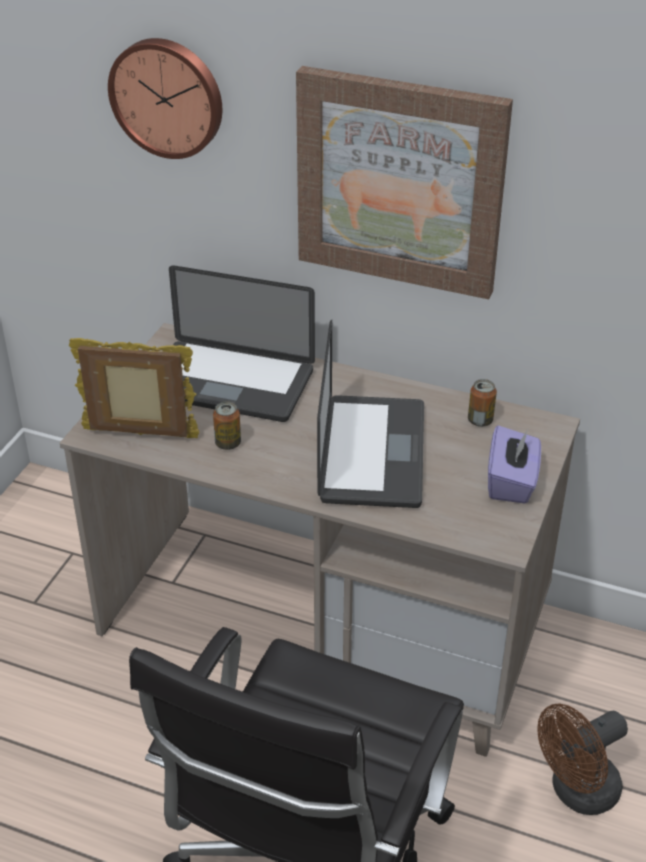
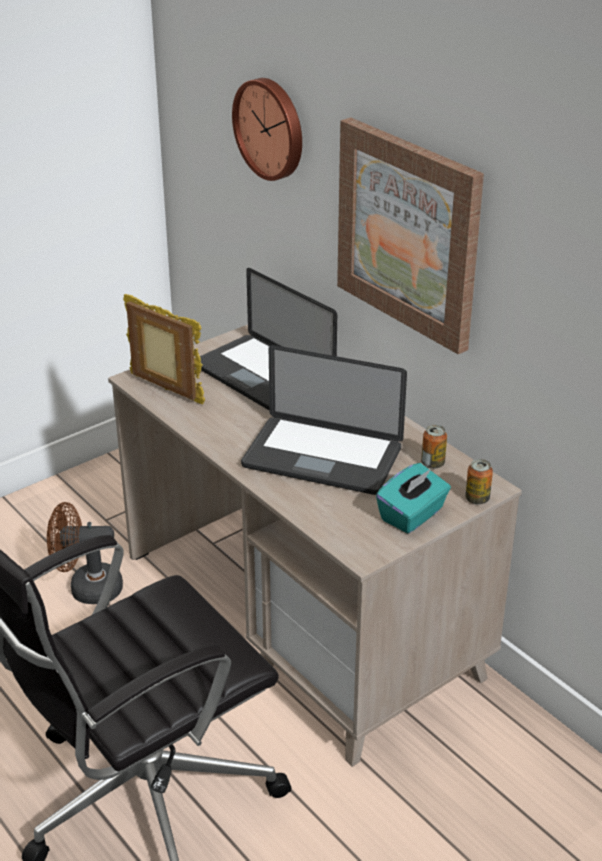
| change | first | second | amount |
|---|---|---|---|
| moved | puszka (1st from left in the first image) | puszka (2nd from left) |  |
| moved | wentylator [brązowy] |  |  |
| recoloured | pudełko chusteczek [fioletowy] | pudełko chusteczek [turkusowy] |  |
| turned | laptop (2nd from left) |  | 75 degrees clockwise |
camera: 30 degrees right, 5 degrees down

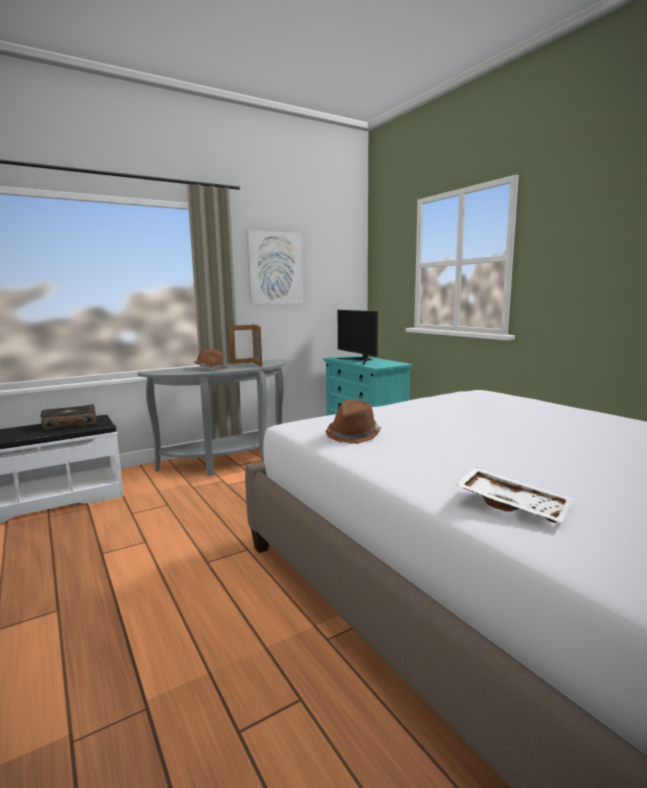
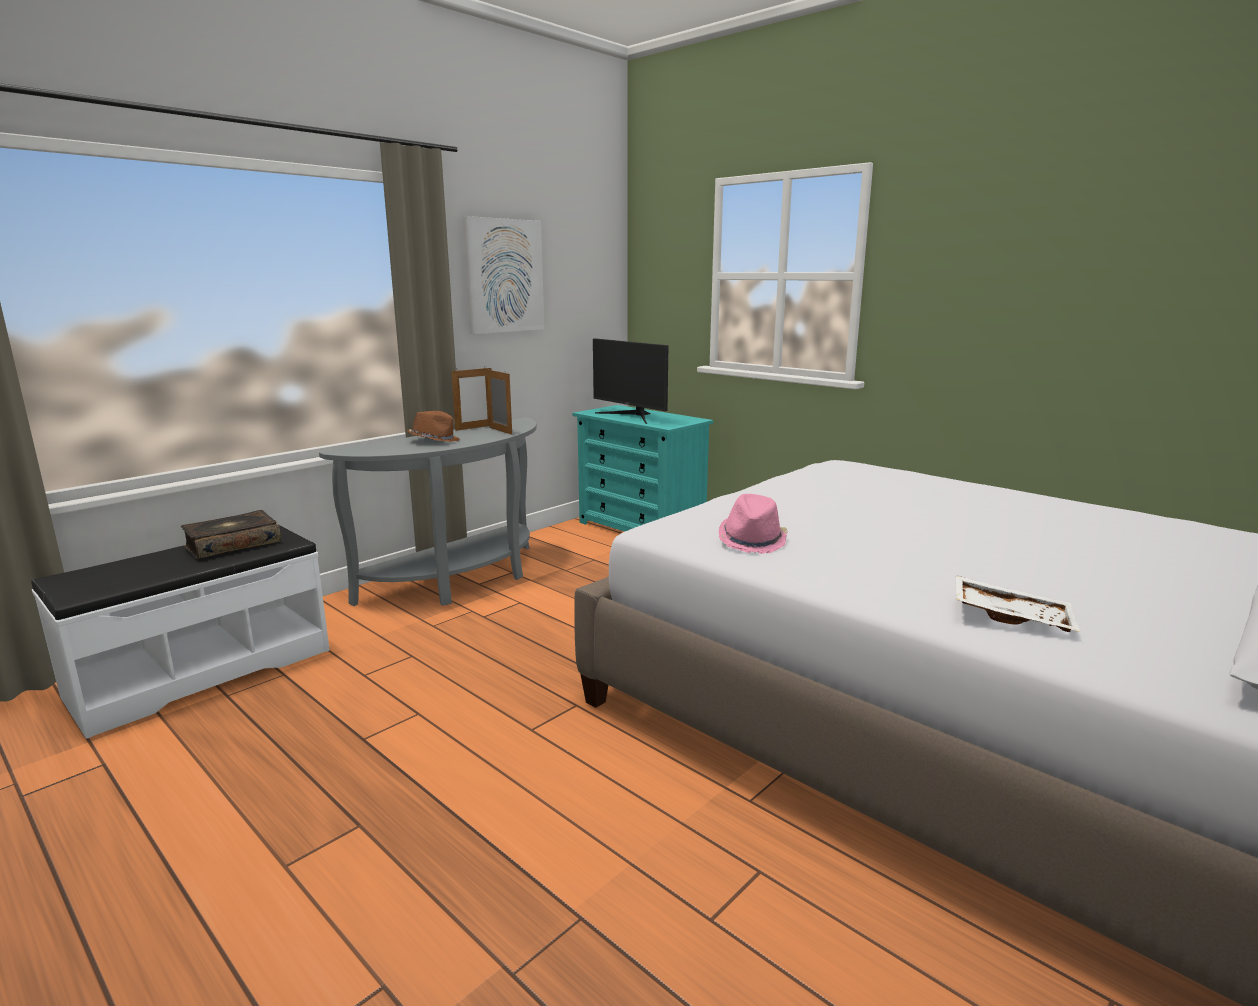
| change | first | second | amount |
|---|---|---|---|
| recoloured | kapelusz [brązowy] (2nd from left) | kapelusz [różowy] |  |
camera: 15 degrees left, 5 degrees up

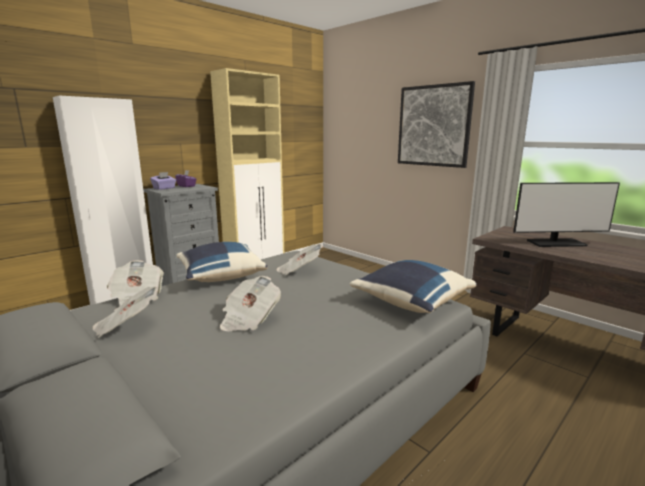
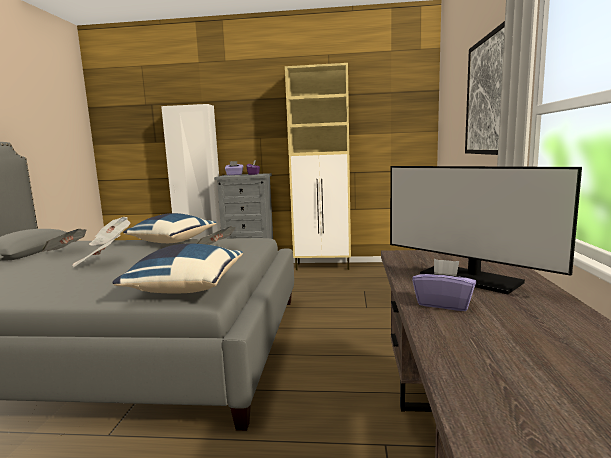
| change | first | second | amount |
|---|---|---|---|
| added |  | pudełko chusteczek [fioletowy] (3rd from left) |  |
camera: 50 degrees right, 5 degrees down

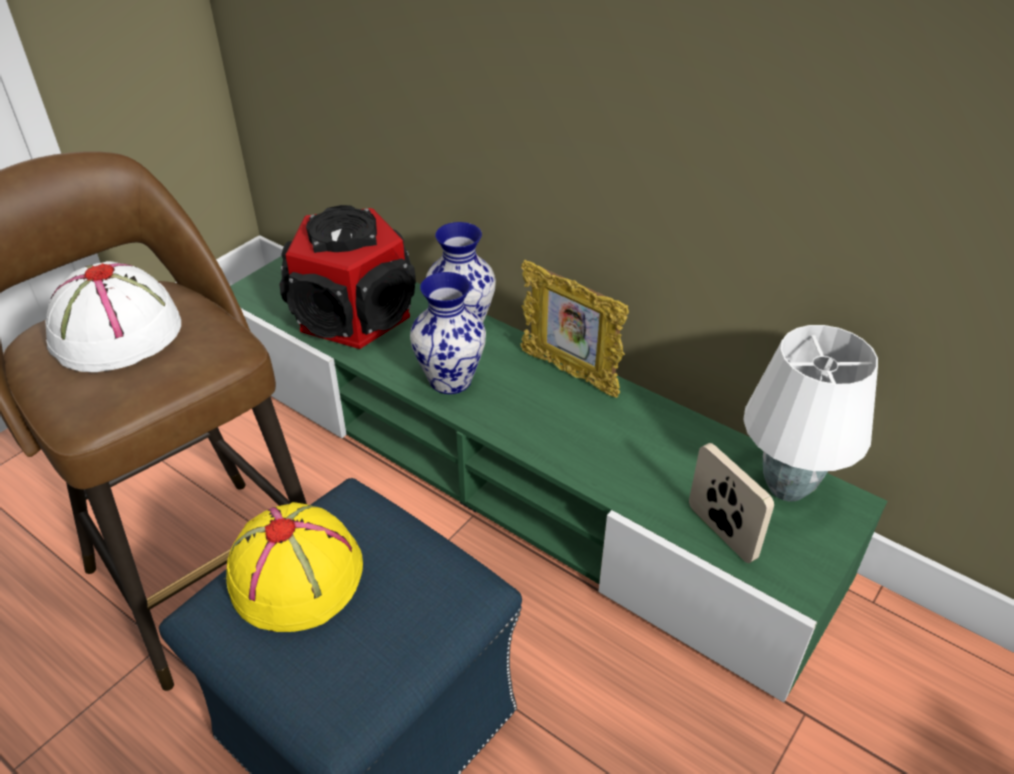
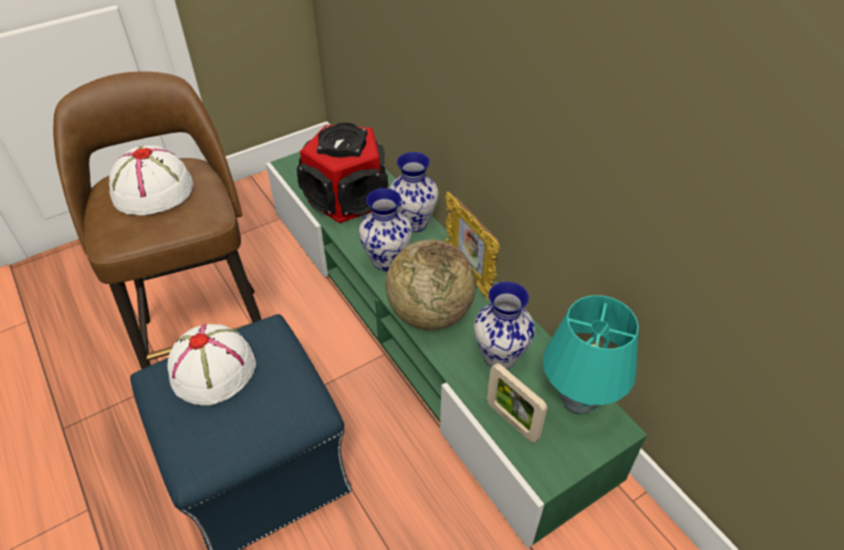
| change | first | second | amount |
|---|---|---|---|
| added |  | globus |  |
| added |  | wazon (3rd from left) |  |
| recoloured | kapelusz [żółty] | kapelusz [biały] (2nd from left) |  |
| recoloured | lampa stołowa [biały] | lampa stołowa [turkusowy] |  |
| turned | ramka na zdjęcie (2nd from left) |  | 150 degrees clockwise |
camera: 20 degrees right, 5 degrees up

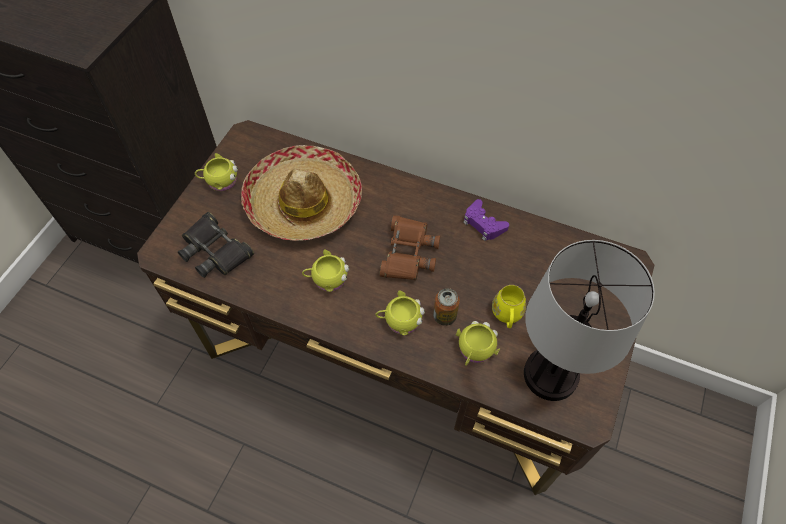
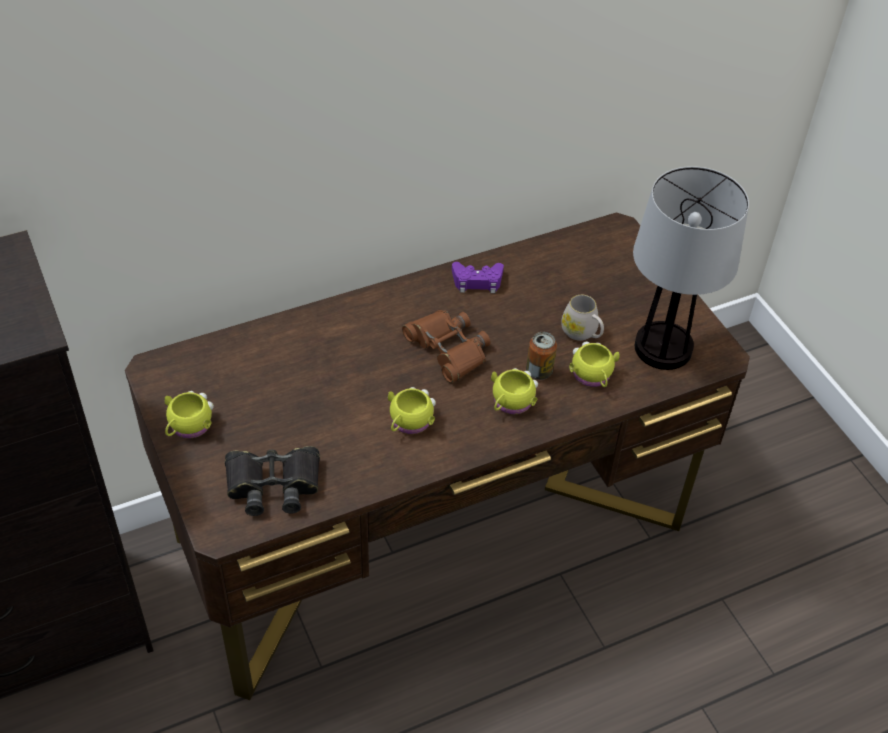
| change | first | second | amount |
|---|---|---|---|
| removed | kapelusz |  |  |
| recoloured | kubek [żółty] (5th from left) | kubek [biały] |  |
camera: 50 degrees left, 10 degrees down

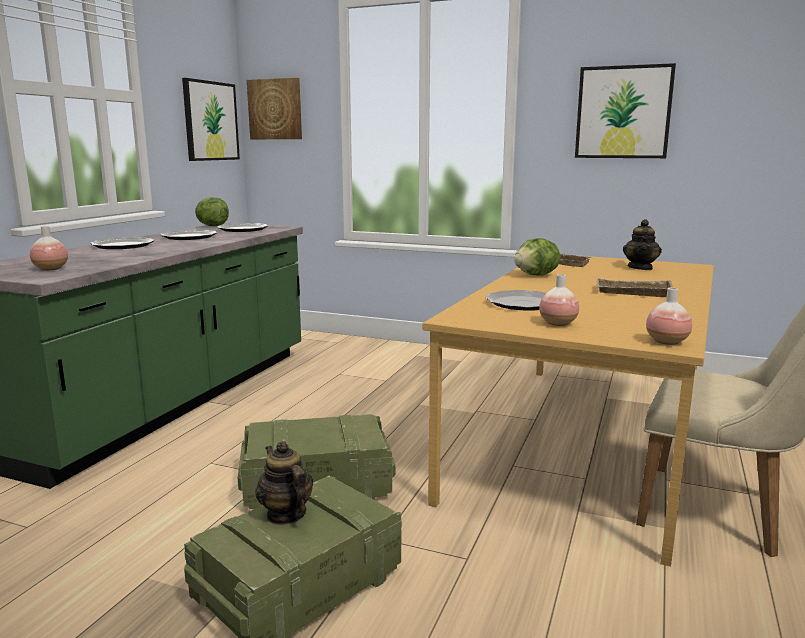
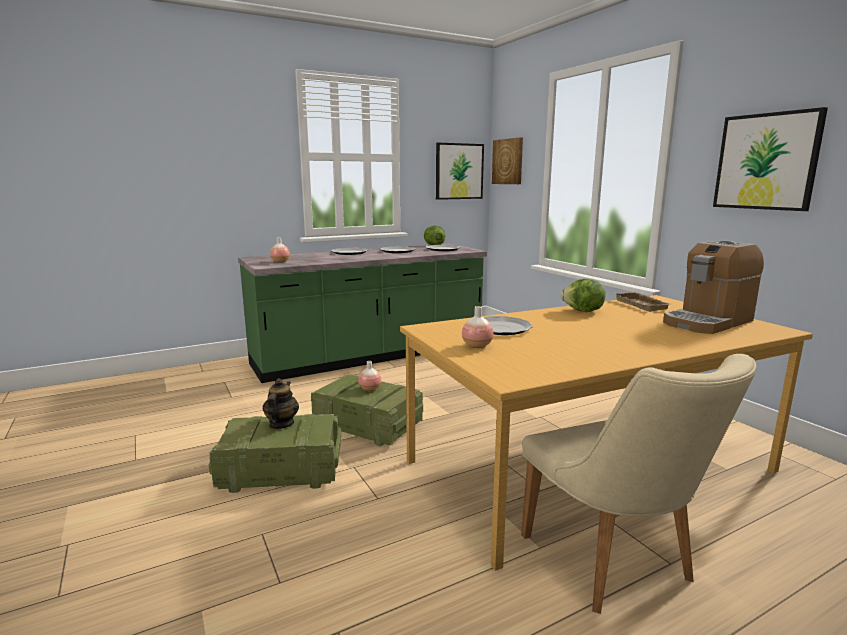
| change | first | second | amount |
|---|---|---|---|
| removed | taca [beżowy] (2nd from left) |  |  |
| moved | wazon (3rd from left in the first image) | wazon (2nd from left) |  |
| replaced | imbryk (2nd from left) | ekspres do kawy |  |
camera: 40 degrees right, 0 degrees up

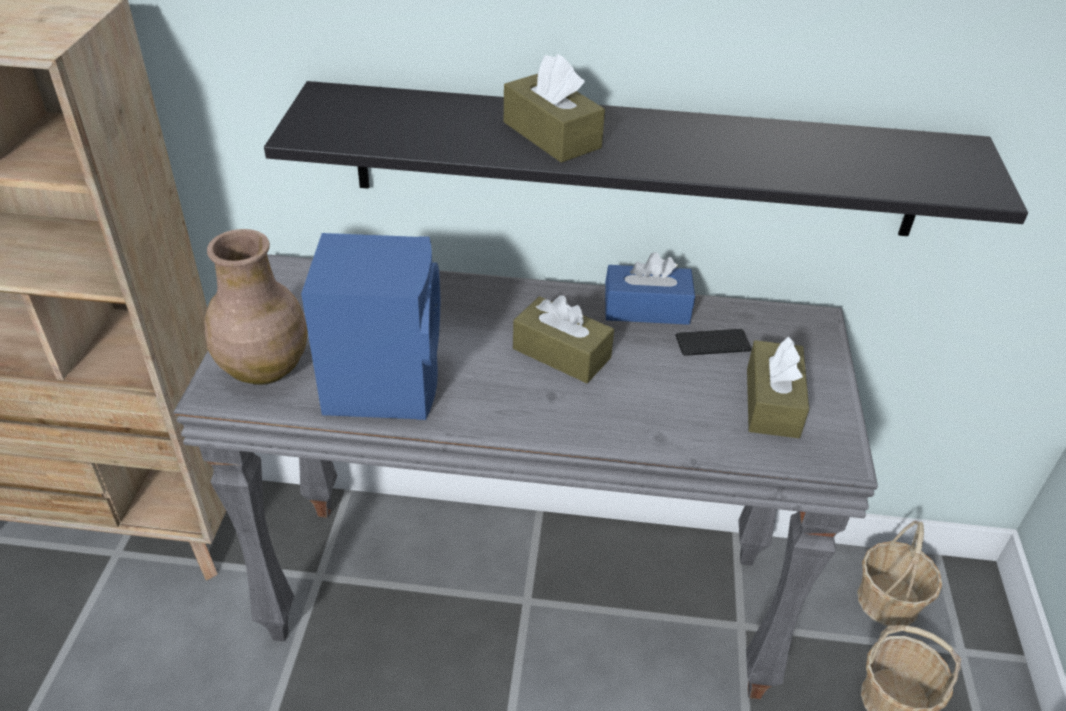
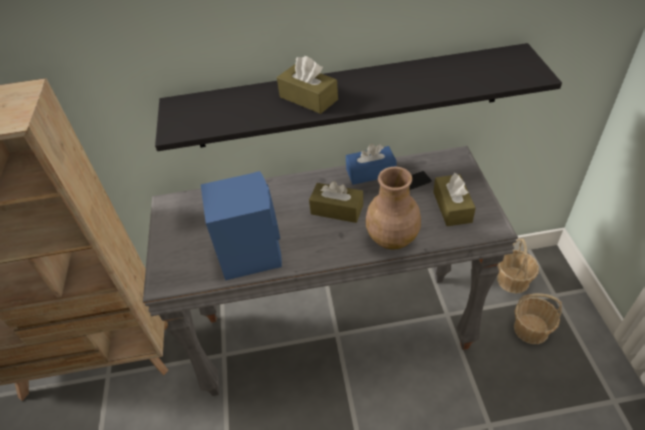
| change | first | second | amount |
|---|---|---|---|
| moved | wazon [brązowy] |  |  |
camera: 10 degrees left, 5 degrees up

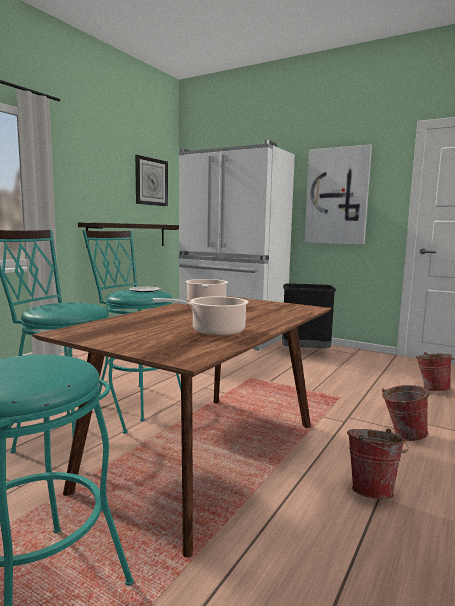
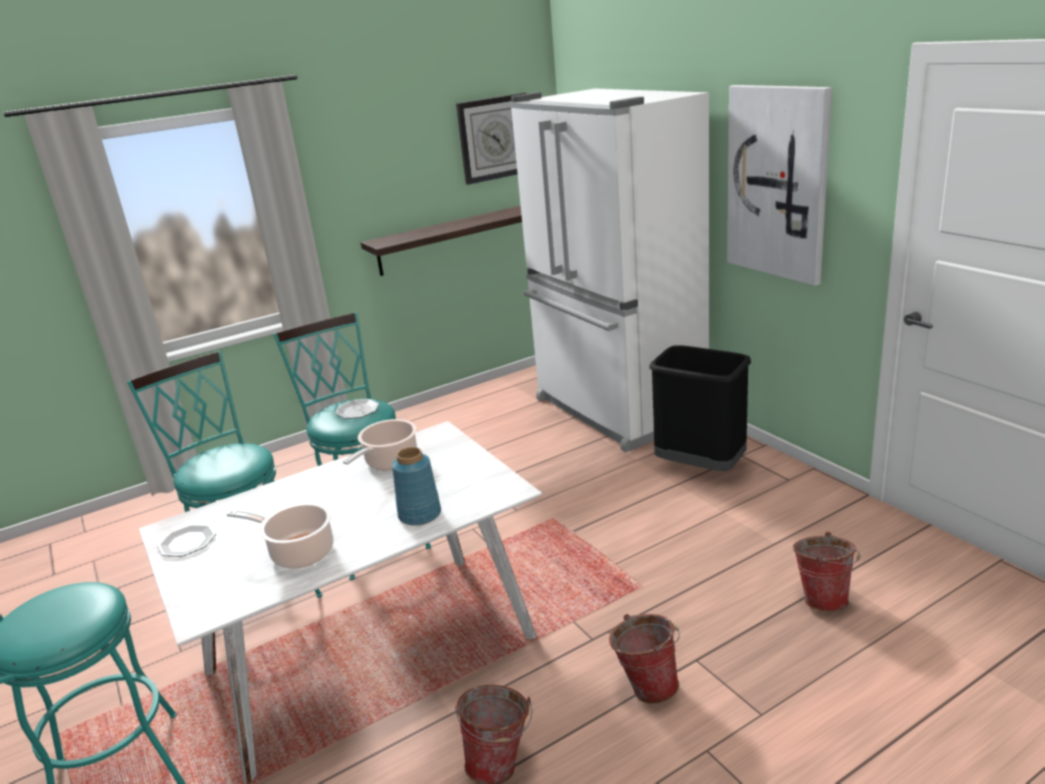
| change | first | second | amount |
|---|---|---|---|
| added |  | talerz (1st from left) |  |
| added |  | wazon [niebieski] |  |
| recoloured | stół jadalny [brązowy] | stół jadalny [biały] |  |
camera: 30 degrees right, 15 degrees up

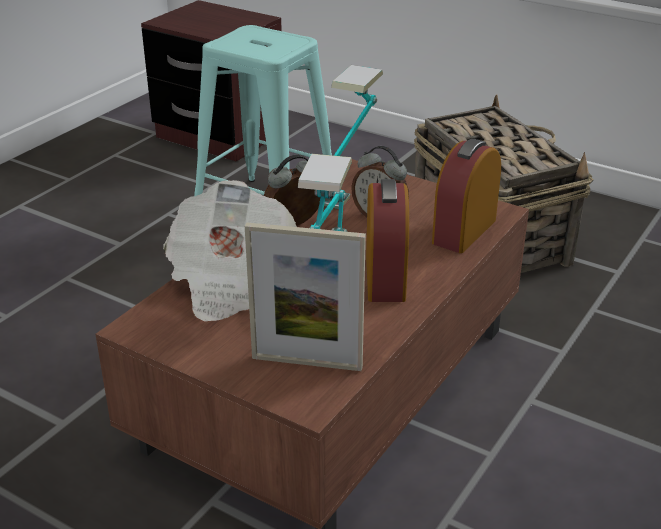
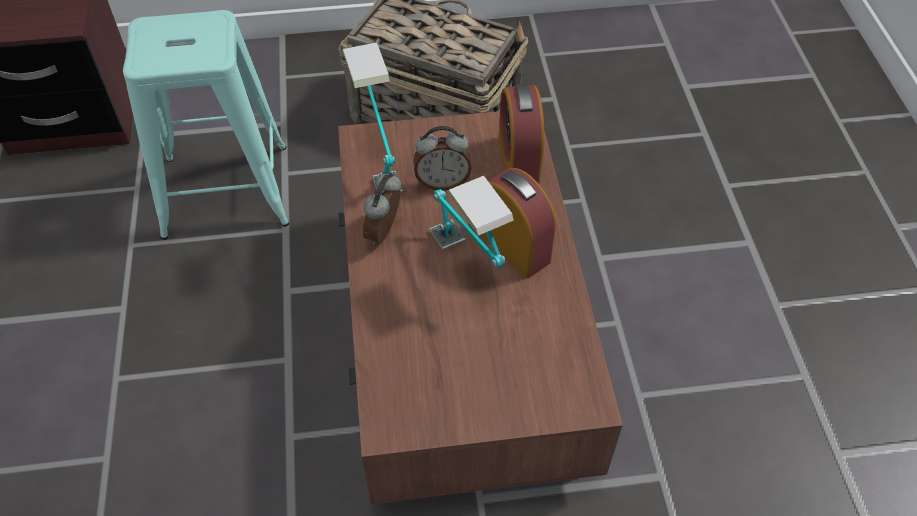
| change | first | second | amount |
|---|---|---|---|
| removed | gazeta |  |  |
| removed | ramka na zdjęcie |  |  |
camera: 40 degrees left, 20 degrees up

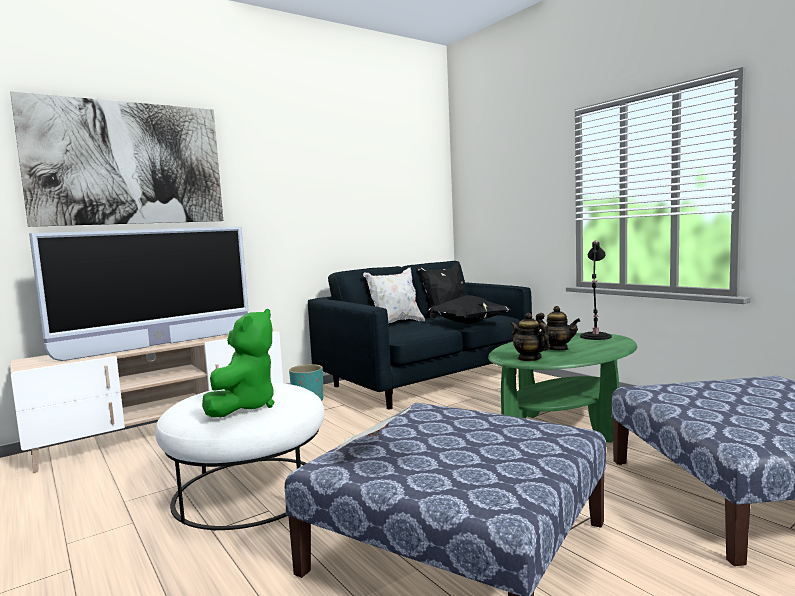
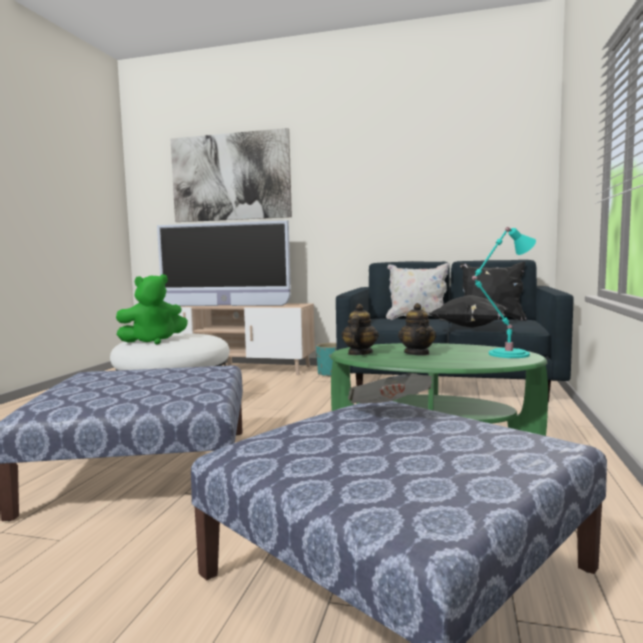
| change | first | second | amount |
|---|---|---|---|
| moved | gazeta |  |  |
| recoloured | lampa stołowa [czarny] | lampa stołowa [turkusowy] |  |
camera: 50 degrees right, 0 degrees up

